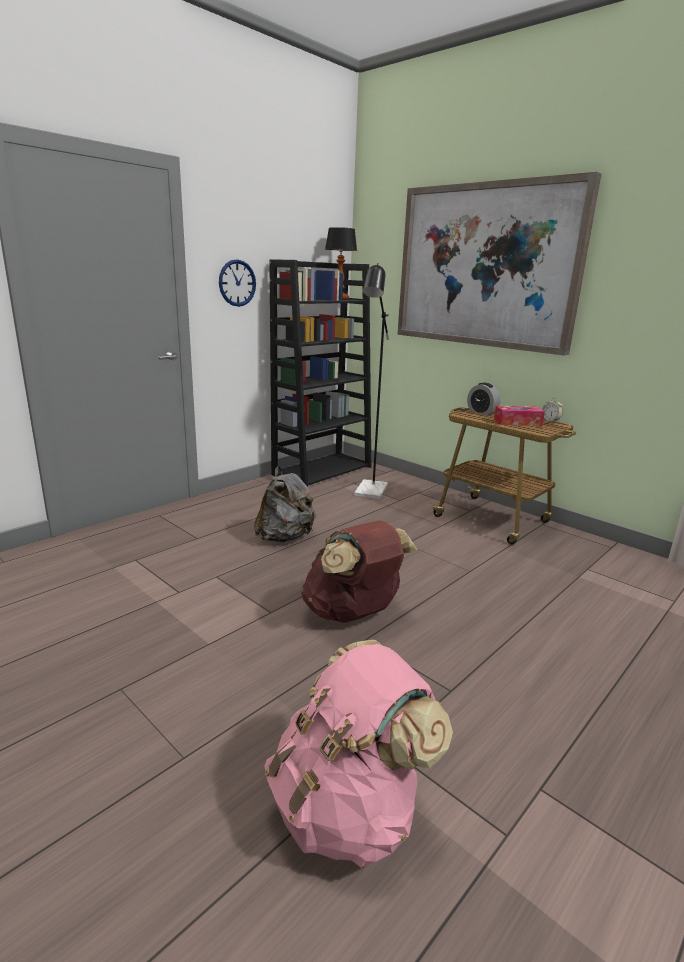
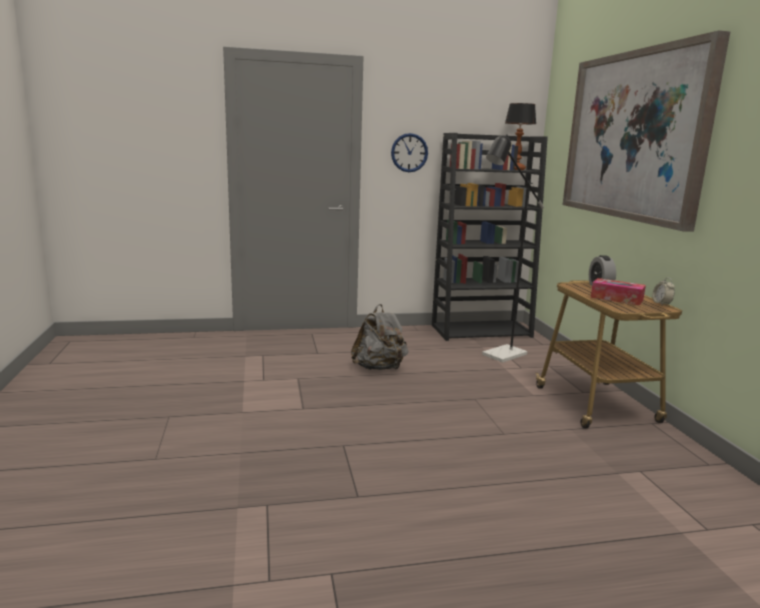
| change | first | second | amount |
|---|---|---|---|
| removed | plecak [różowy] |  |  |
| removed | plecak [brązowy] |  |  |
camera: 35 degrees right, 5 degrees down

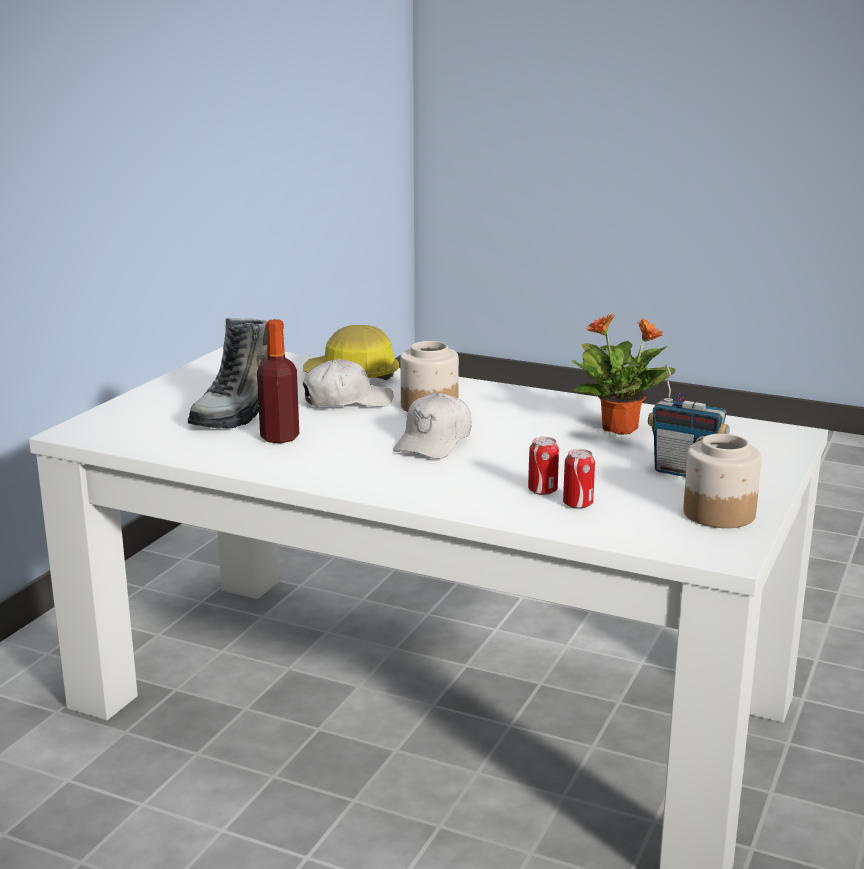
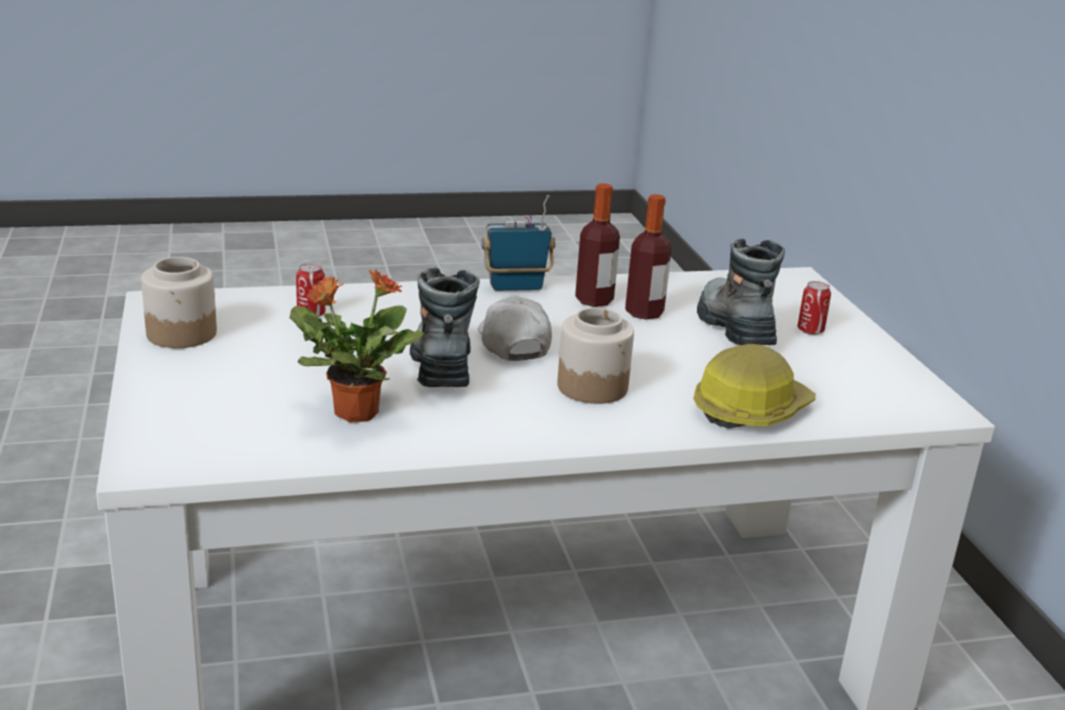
| change | first | second | amount |
|---|---|---|---|
| removed | czapka z daszkiem [biały] (1st from left) |  |  |
| added |  | but z cholewką (1st from left) |  |
| added |  | butelka (1st from left) |  |
| moved | puszka (1st from left in the first image) | puszka (2nd from left) |  |
| moved | radio |  |  |
camera: 140 degrees right, 5 degrees up

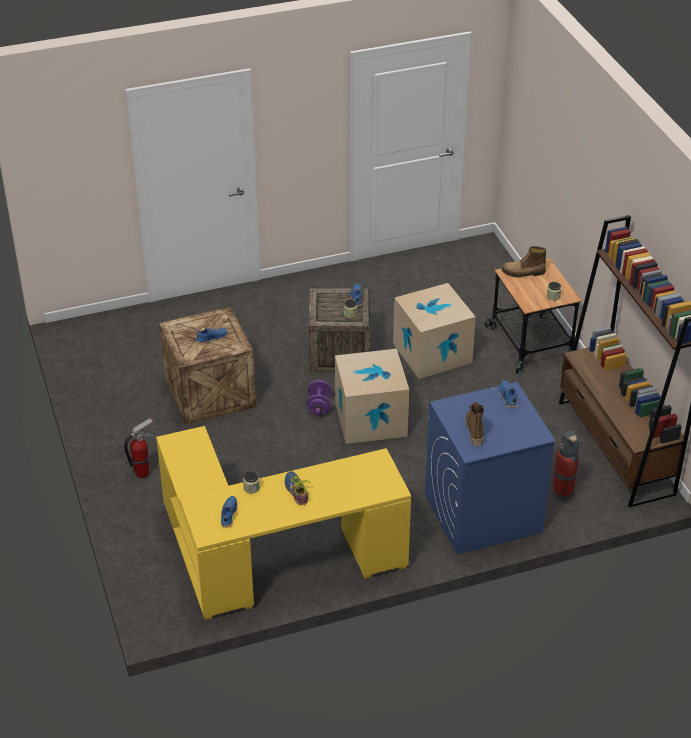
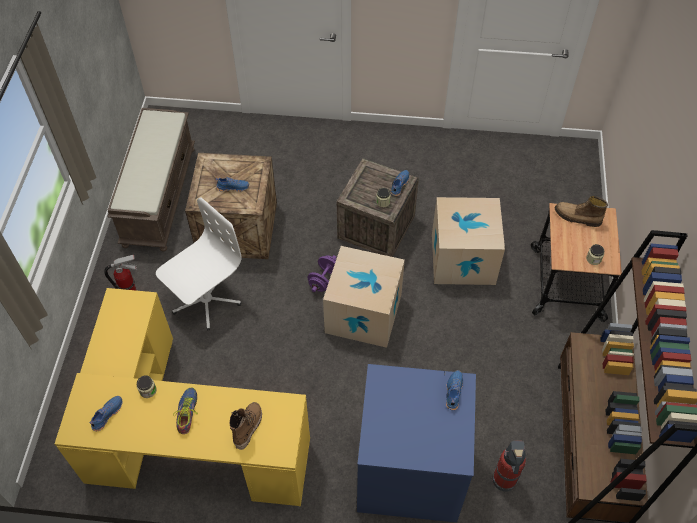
| change | first | second | amount |
|---|---|---|---|
| added |  | ławka [brązowy] |  |
| added |  | krzesło biurowe [biały] |  |
| moved | but z cholewką (1st from left) |  |  |
camera: 25 degrees right, 15 degrees up

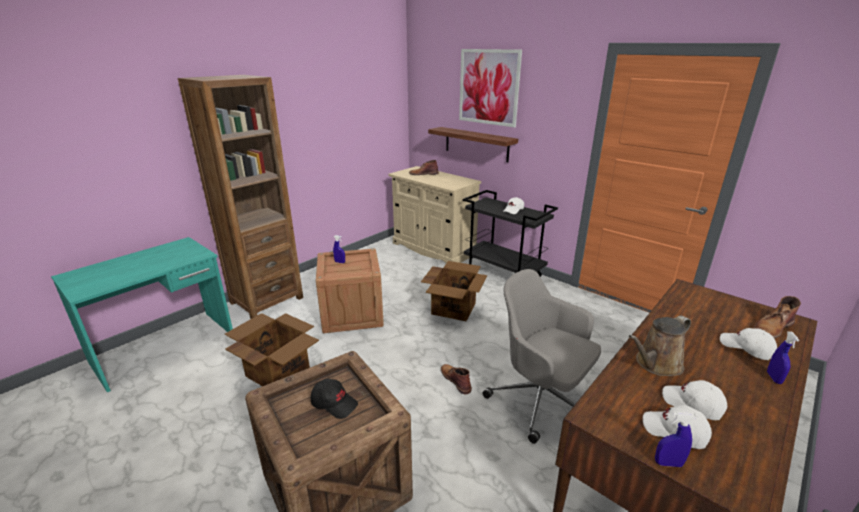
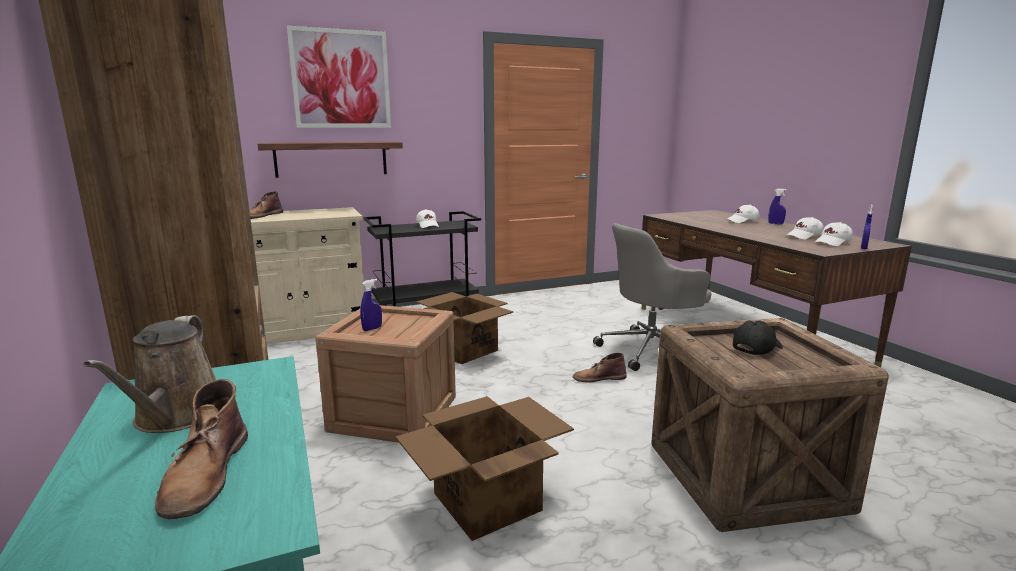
| change | first | second | amount |
|---|---|---|---|
| moved | konewka [brązowy] |  |  |
| moved | but z cholewką [brązowy] (3rd from left in the first image) | but z cholewką [brązowy] (1st from left) |  |
camera: 65 degrees left, 10 degrees down

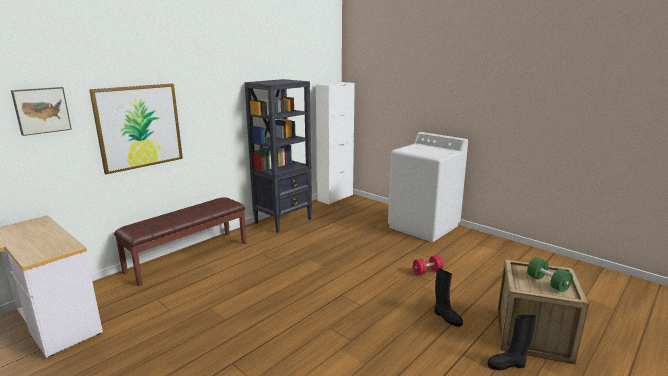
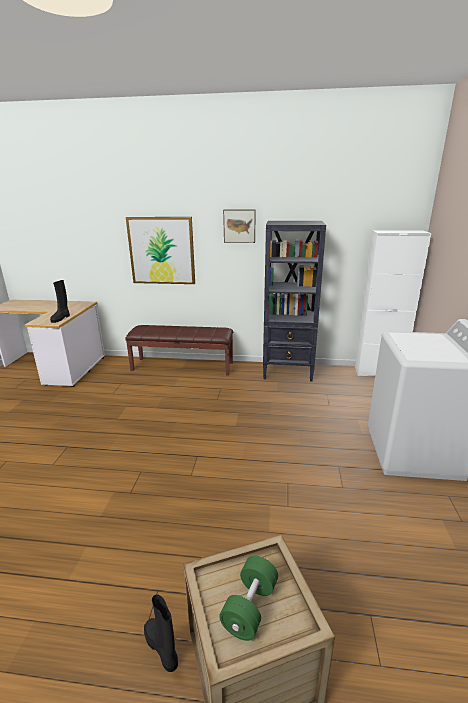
| change | first | second | amount |
|---|---|---|---|
| removed | hantel [czerwony] |  |  |
| moved | obraz (1st from left in the first image) | obraz (2nd from left) |  |
| moved | but z cholewką [czarny] (1st from left) |  |  |
camera: 55 degrees right, 5 degrees up

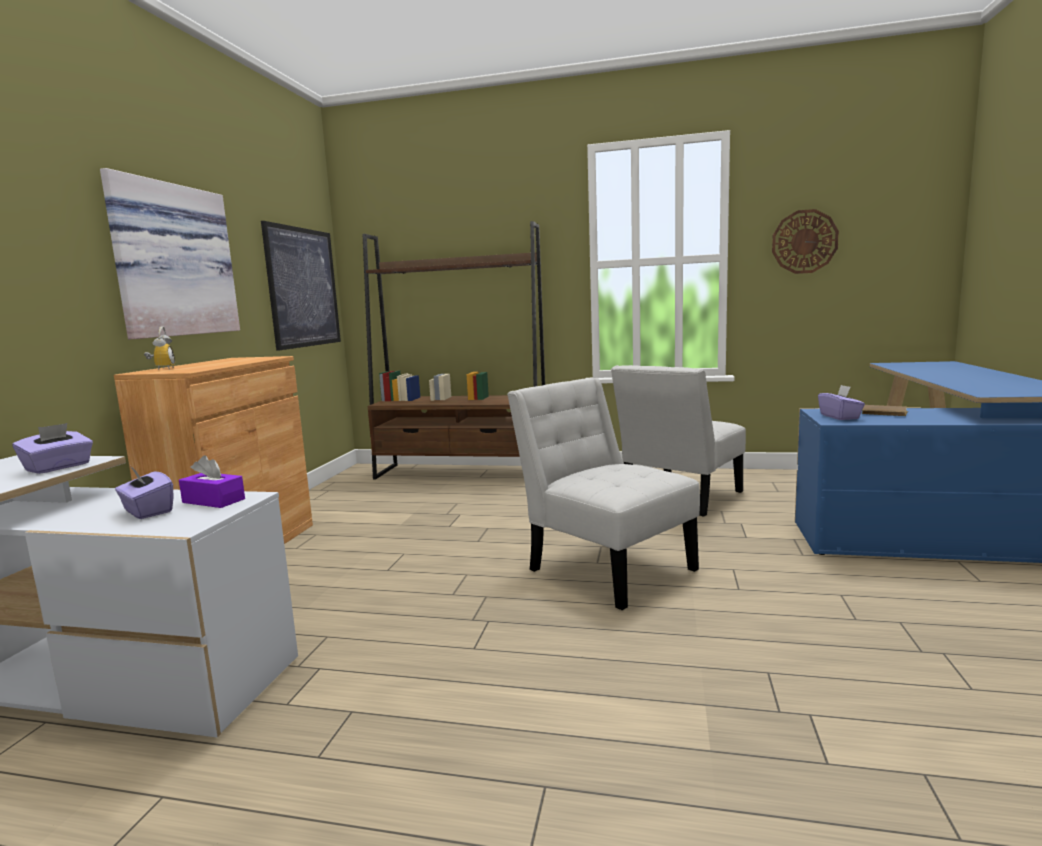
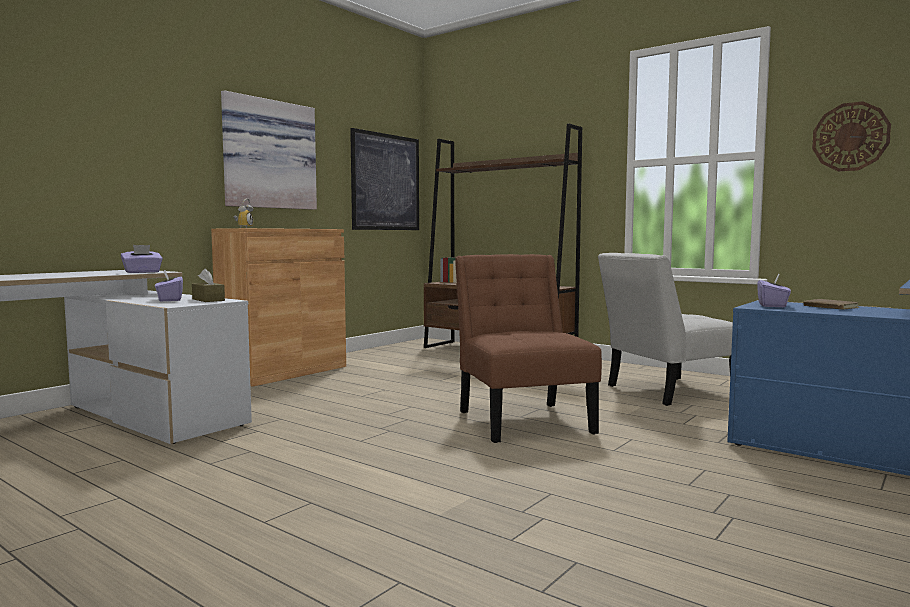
| change | first | second | amount |
|---|---|---|---|
| recoloured | pudełko chusteczek [fioletowy] (3rd from left) | pudełko chusteczek [brązowy] |  |
| recoloured | krzesło [biały] (1st from left) | krzesło [brązowy] |  |
camera: 25 degrees right, 5 degrees down

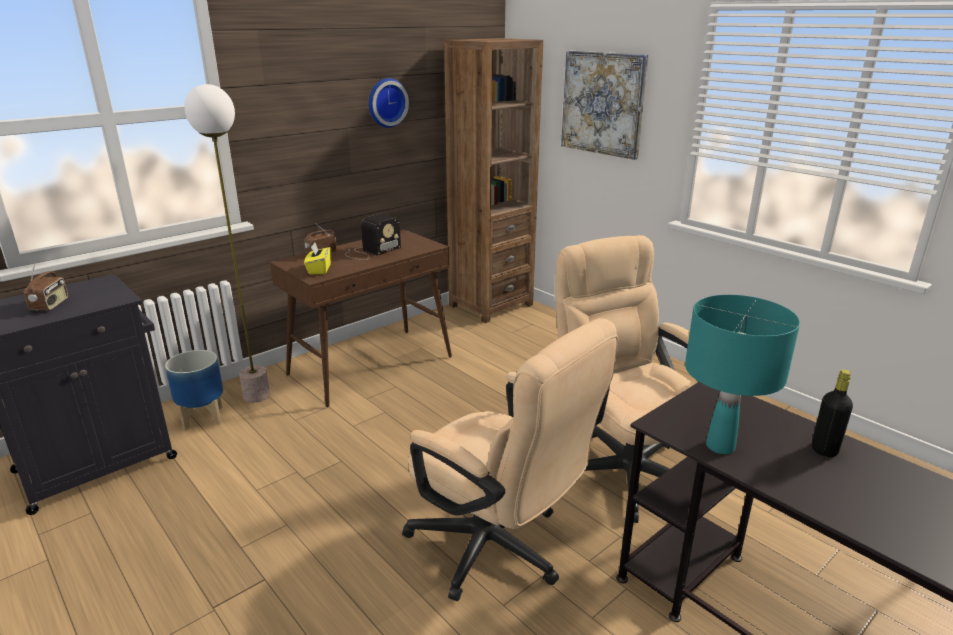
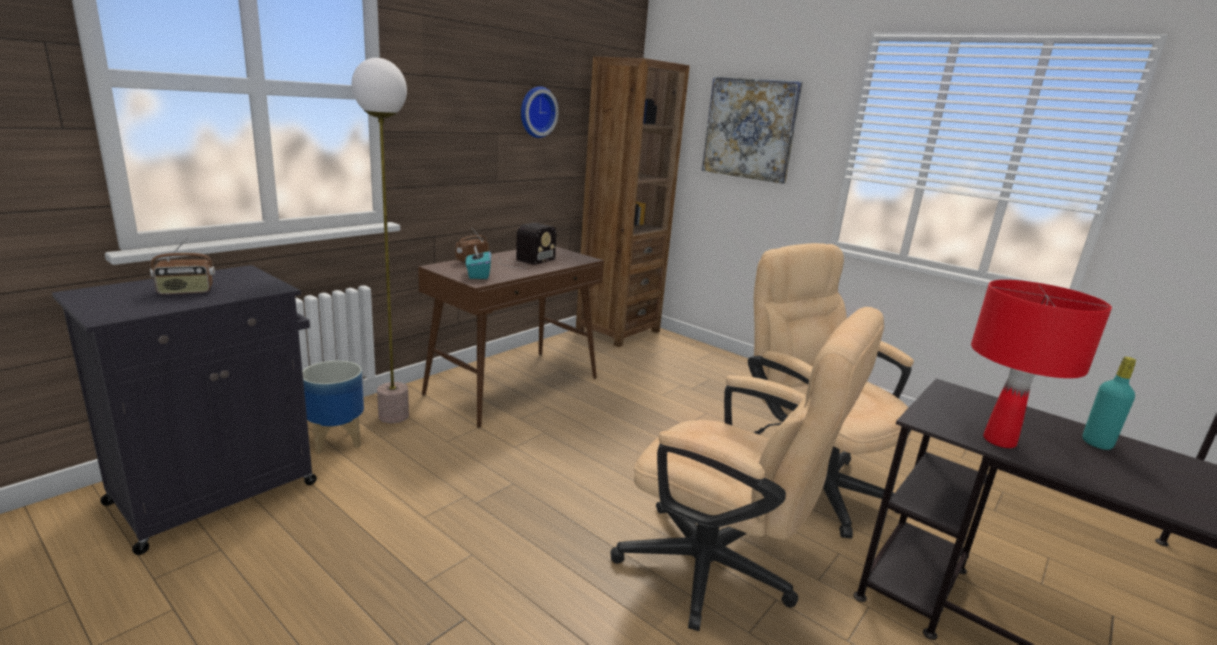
| change | first | second | amount |
|---|---|---|---|
| recoloured | pudełko chusteczek [żółty] | pudełko chusteczek [turkusowy] |  |
| recoloured | lampa stołowa [turkusowy] | lampa stołowa [czerwony] |  |
| recoloured | butelka [czarny] | butelka [turkusowy] |  |
| turned | radio (1st from left) |  | 75 degrees clockwise |
camera: 10 degrees left, 5 degrees down

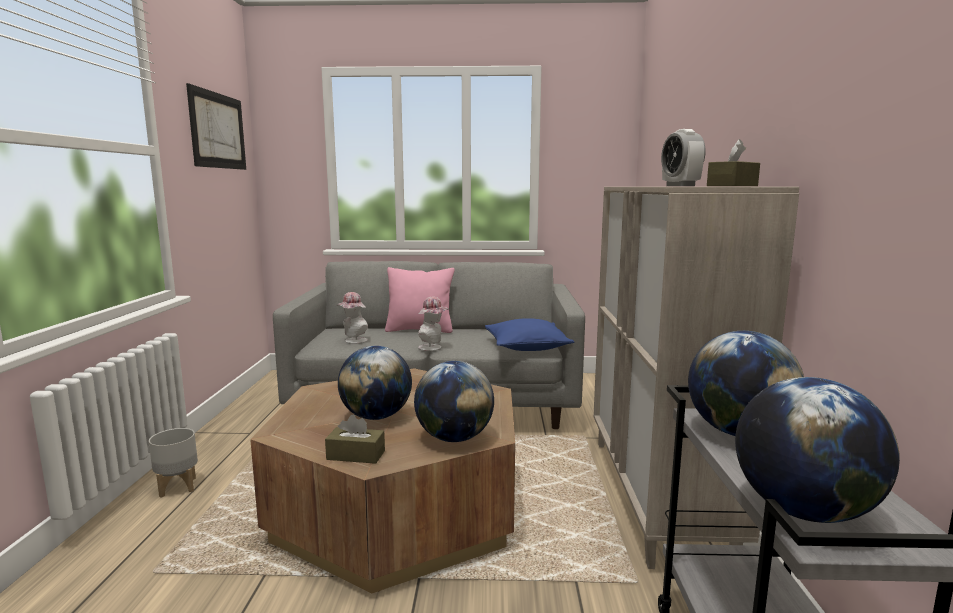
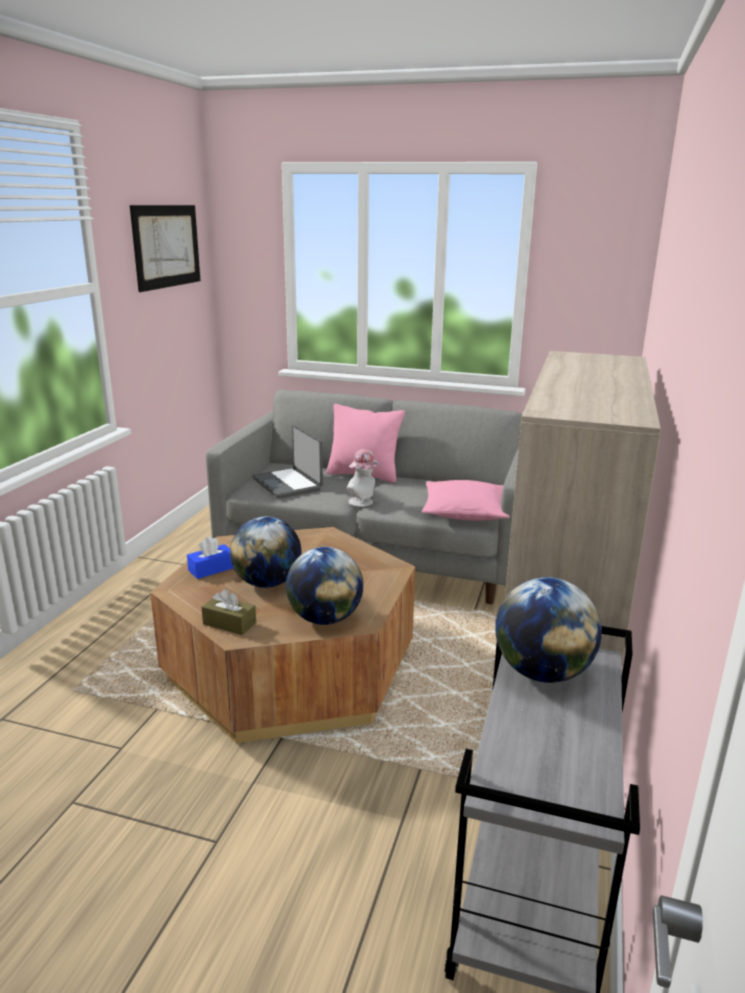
| change | first | second | amount |
|---|---|---|---|
| removed | donica [szary] |  |  |
| removed | budzik |  |  |
| removed | pudełko chusteczek [brązowy] (2nd from left) |  |  |
| removed | globus (4th from left) |  |  |
| added |  | pudełko chusteczek [niebieski] |  |
| replaced | kapelusz (1st from left) | laptop |  |
| recoloured | poduszka [niebieski] | poduszka [różowy] (2nd from left) |  |
camera: 15 degrees right, 10 degrees up

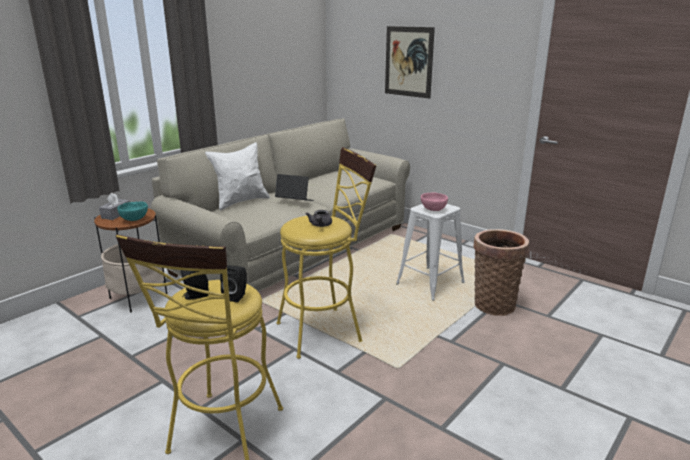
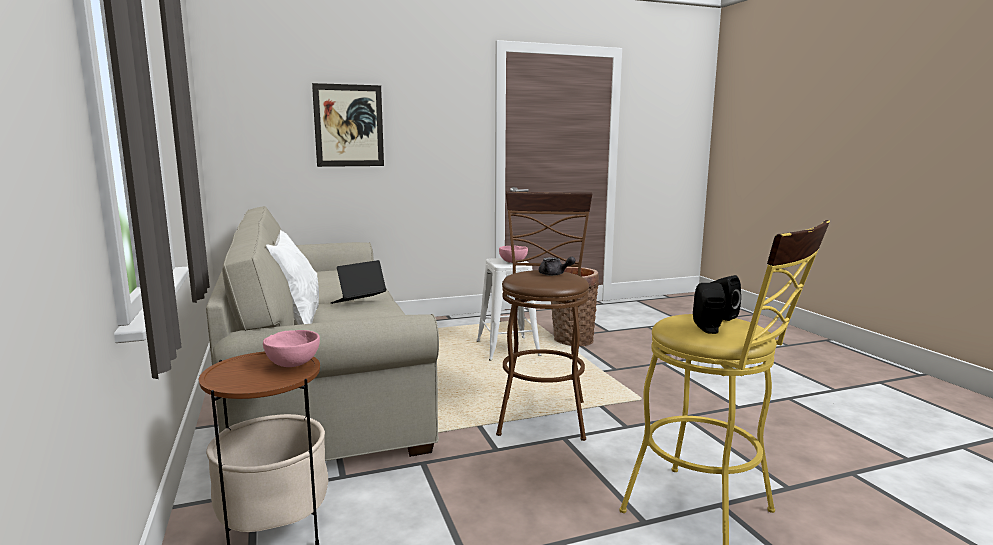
| change | first | second | amount |
|---|---|---|---|
| removed | pudełko chusteczek [szary] |  |  |
| recoloured | miska [turkusowy] | miska [różowy] (1st from left) |  |
| recoloured | stołek [żółty] (2nd from left) | stołek [brązowy] |  |
camera: 60 degrees left, 10 degrees down

